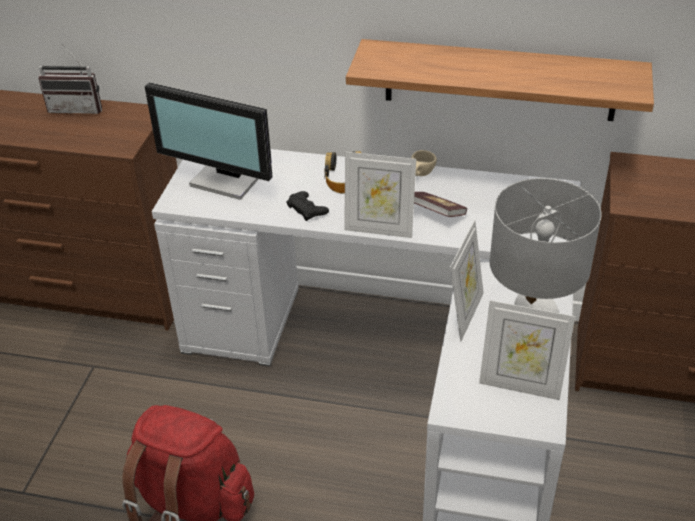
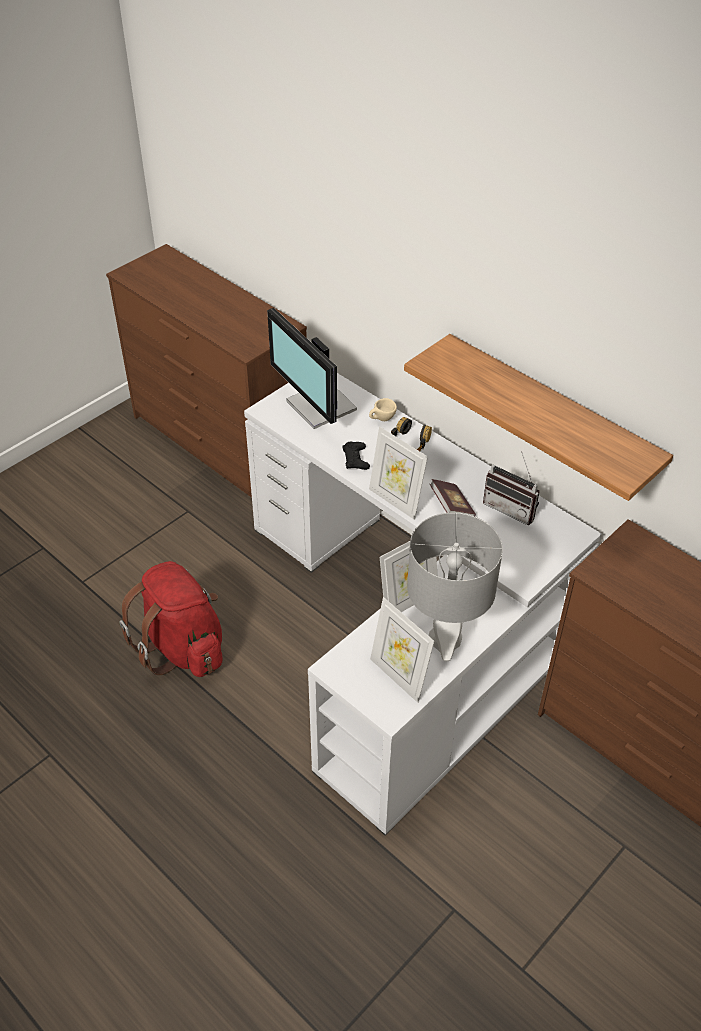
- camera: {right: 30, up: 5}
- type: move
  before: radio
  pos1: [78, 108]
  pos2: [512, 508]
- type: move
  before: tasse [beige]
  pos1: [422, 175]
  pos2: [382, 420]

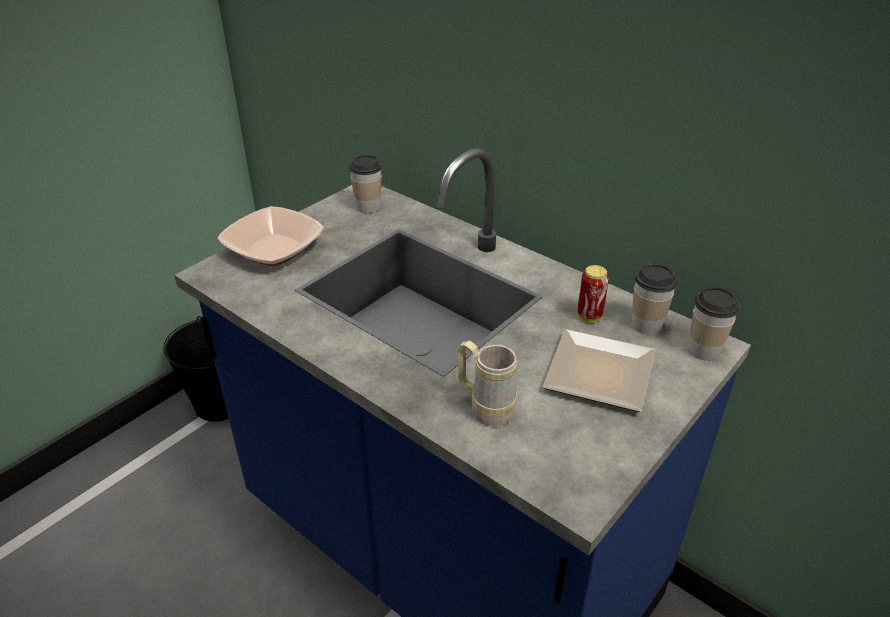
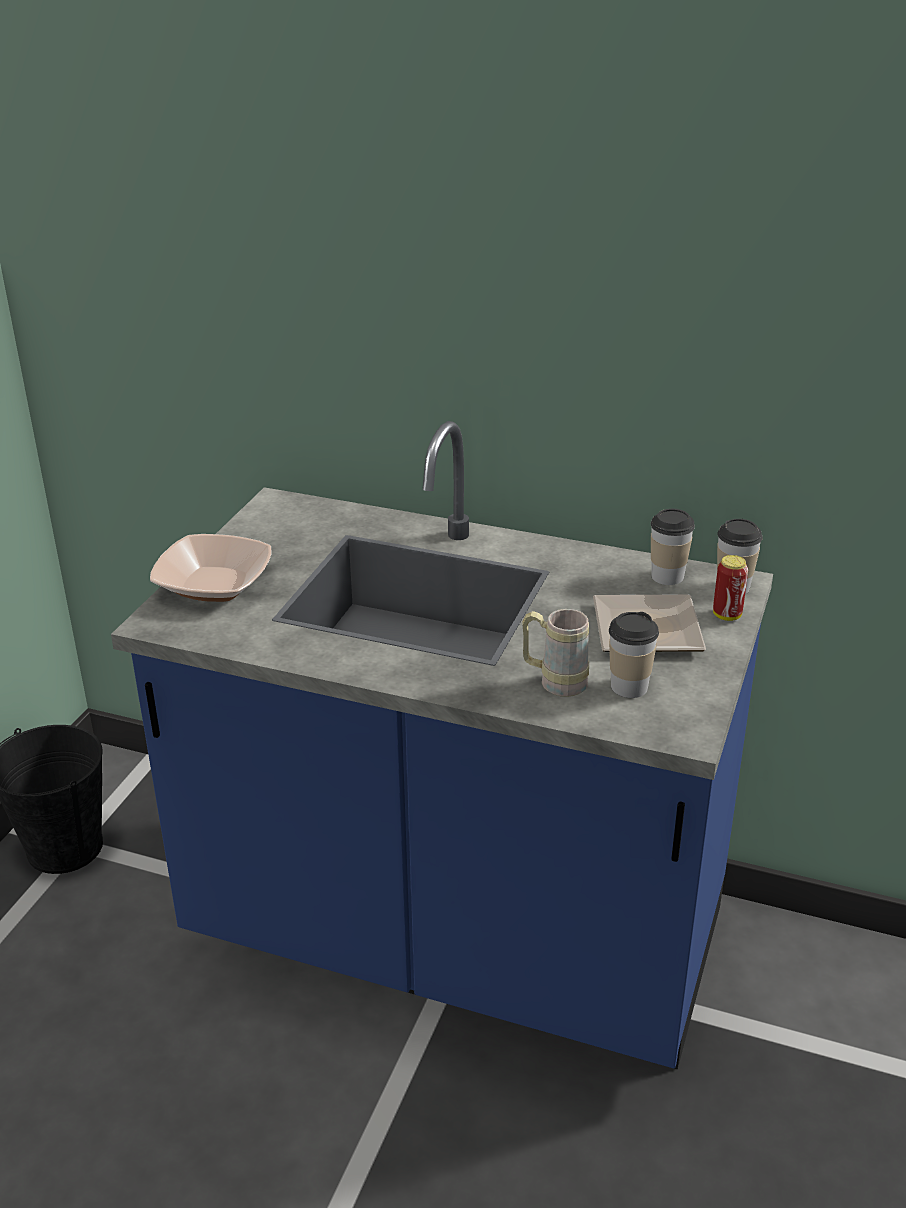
- camera: {right: -20, up: -5}
- type: move
  before: tasse
  pos1: [368, 207]
  pos2: [629, 687]
- type: move
  before: boîte métallique
  pos1: [589, 316]
  pos2: [727, 615]

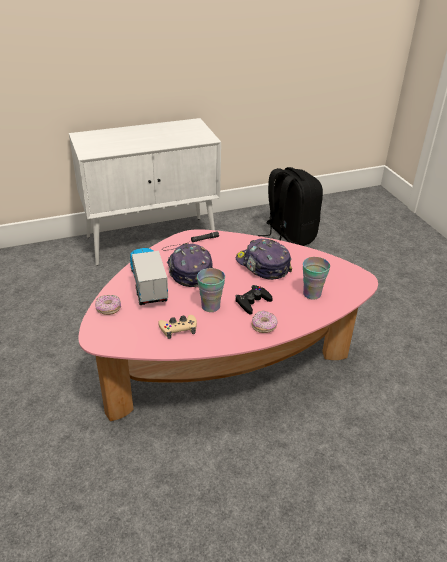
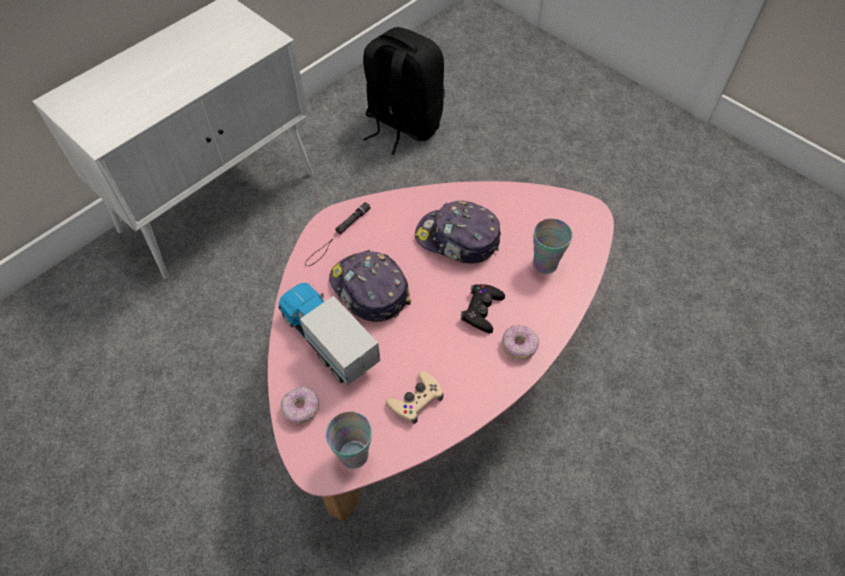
- camera: {right: -25, up: 20}
- type: move
  before: tasse
  pos1: [210, 306]
  pos2: [354, 454]

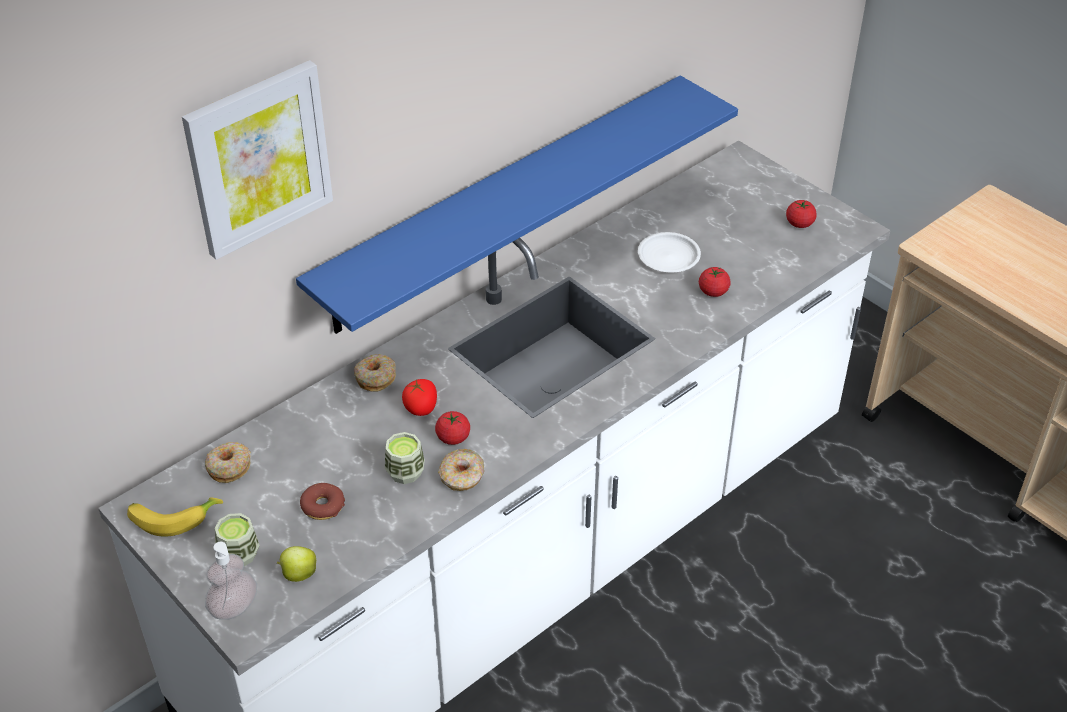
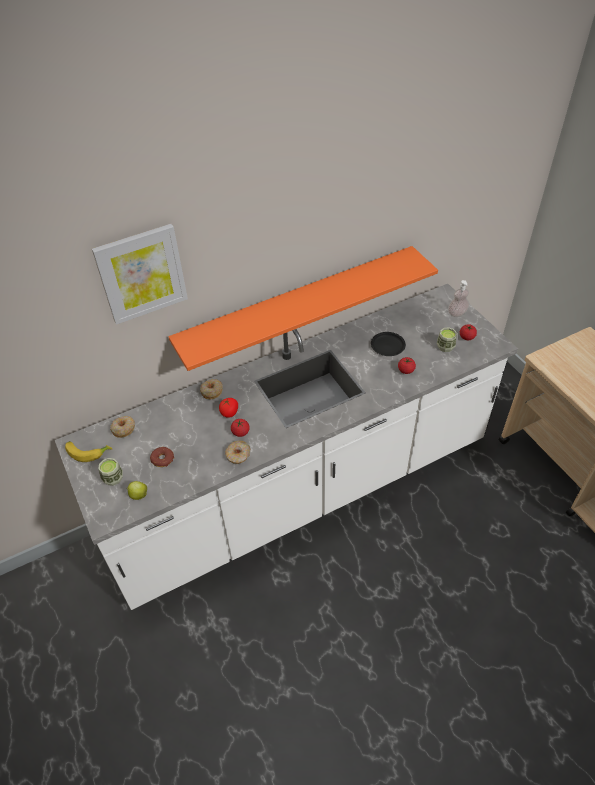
- camera: {right: 15, up: 5}
- type: recolor
  before: étagère [bleu]
  after: étagère [orange]
  pos1: [504, 203]
  pos2: [298, 306]
- type: recolor
  before: assiette [blanc]
  after: assiette [noir]
  pos1: [668, 256]
  pos2: [387, 346]
- type: move
  before: tasse
  pos1: [405, 472]
  pos2: [445, 347]
- type: move
  before: distributeur de savon
  pos1: [234, 607]
  pos2: [457, 313]

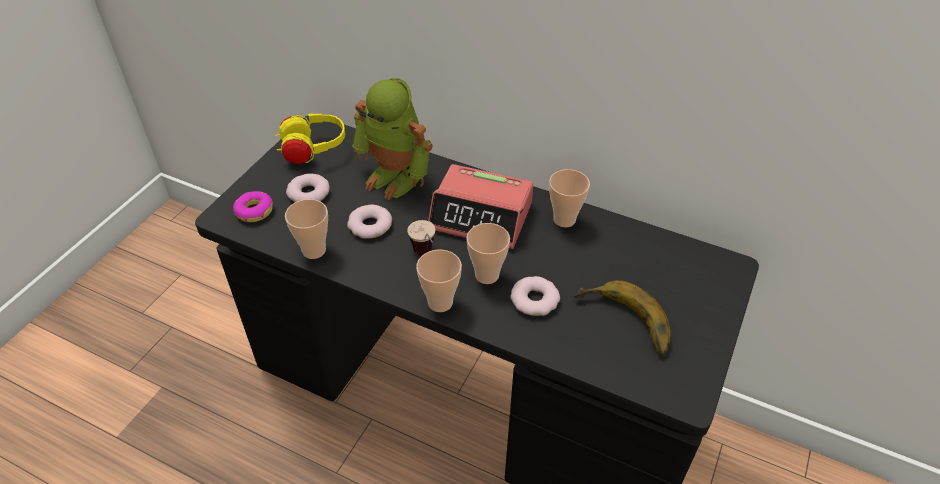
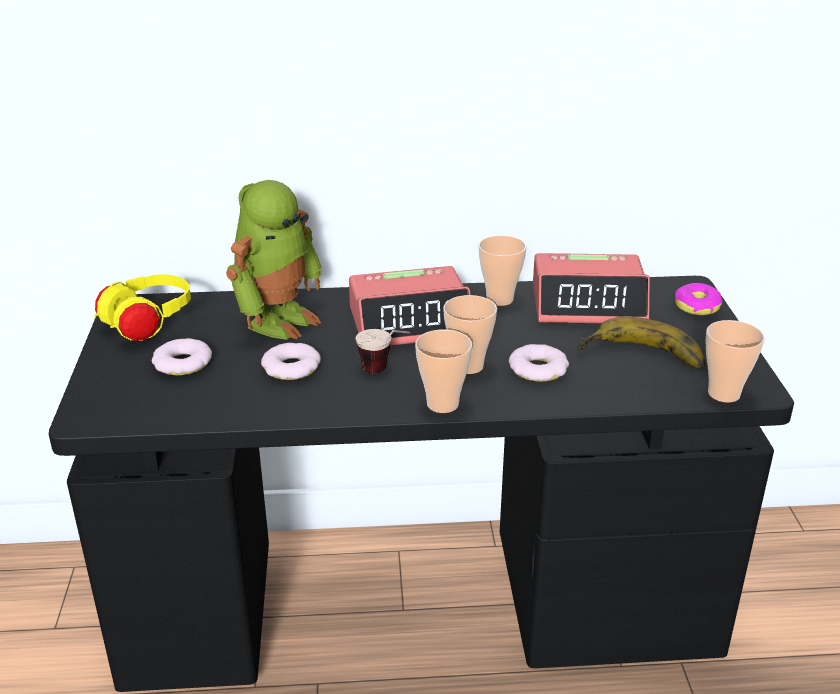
- camera: {right: -30, up: -15}
- type: rotate
  before: robot jouet
  pos1: [396, 178]
  pos2: [278, 319]
  turn: -60
- type: move
  before: beignet
  pos1: [254, 211]
  pos2: [696, 306]
- type: move
  before: tasse
  pos1: [314, 250]
  pos2: [724, 394]
- type: insert
  after: réveil
  pos2: [589, 304]

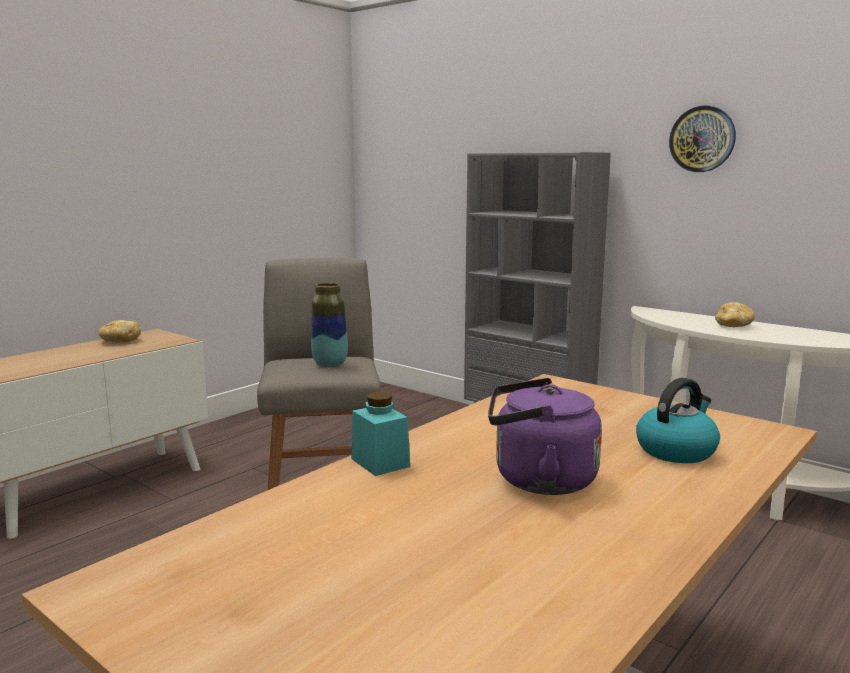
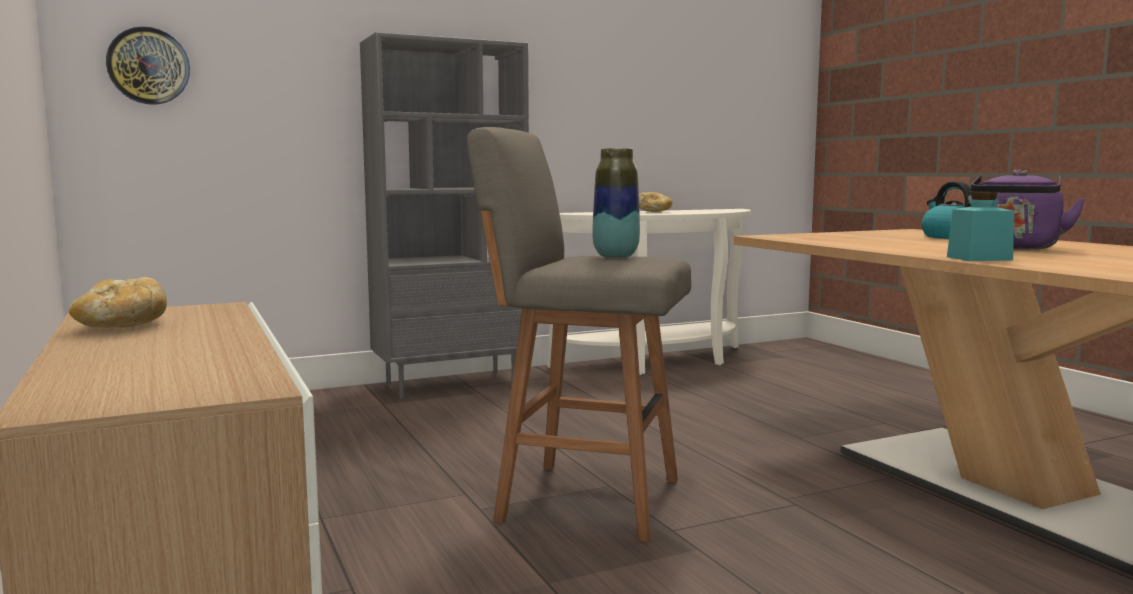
- camera: {right: -65, up: -5}
- type: move
  before: horloge murale
  pos1: [702, 139]
  pos2: [148, 66]

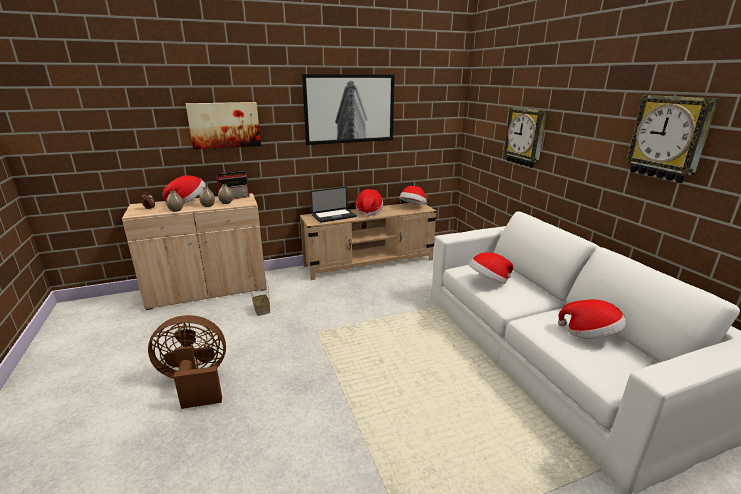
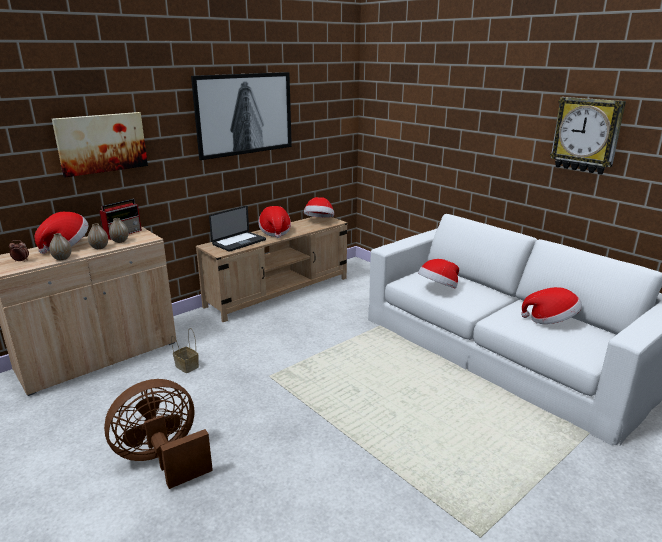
- camera: {right: -20, up: 0}
- type: delete
  before: horloge murale
  pos1: [525, 137]

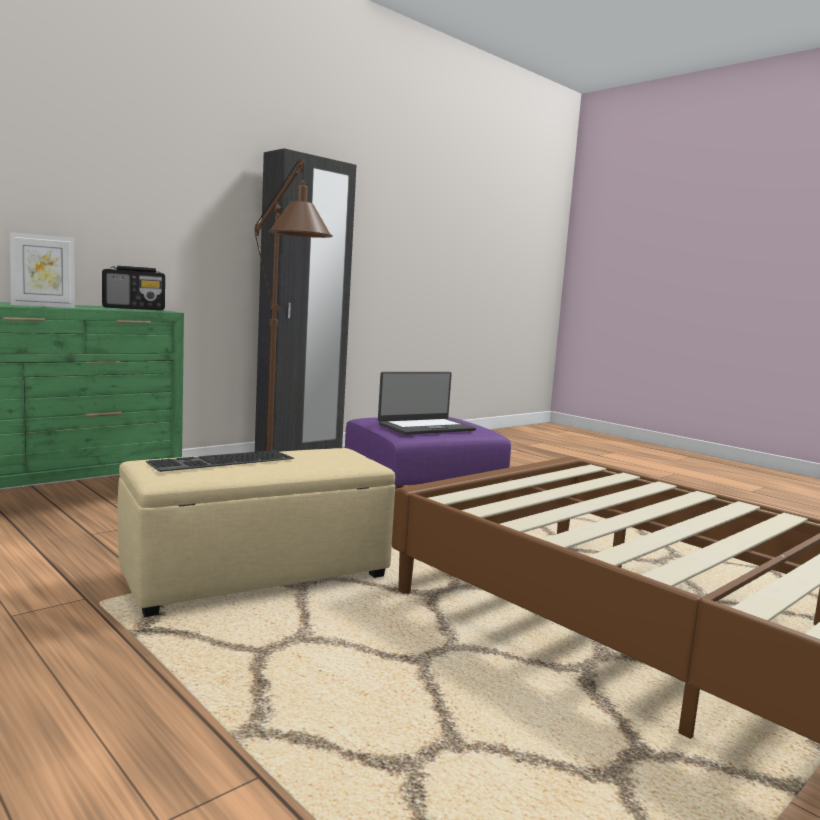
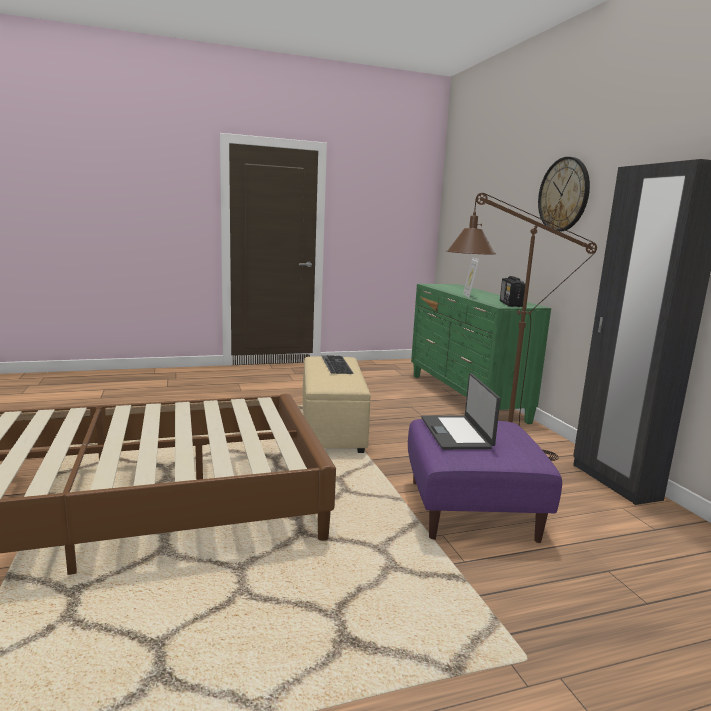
- camera: {right: 115, up: 5}
- type: insert
  after: horloge murale
  pos2: [564, 194]

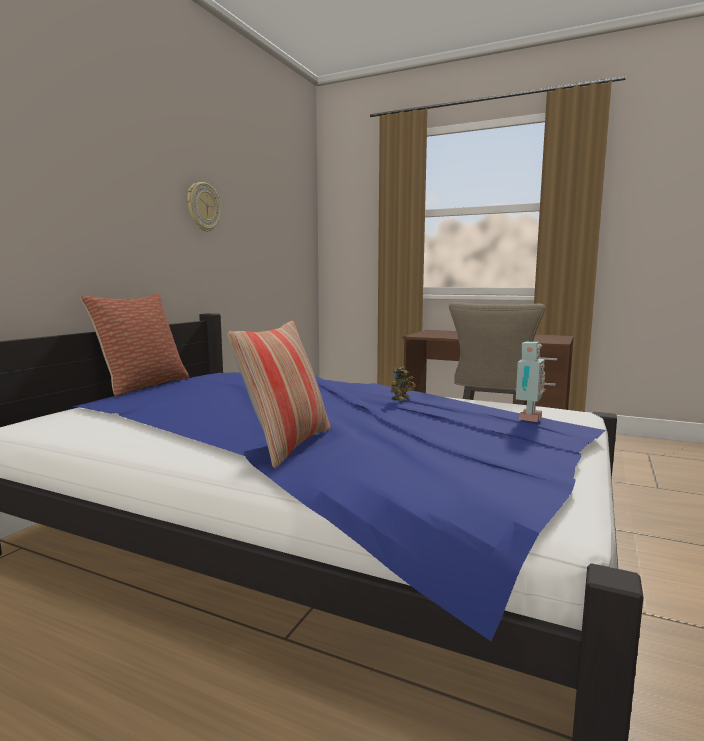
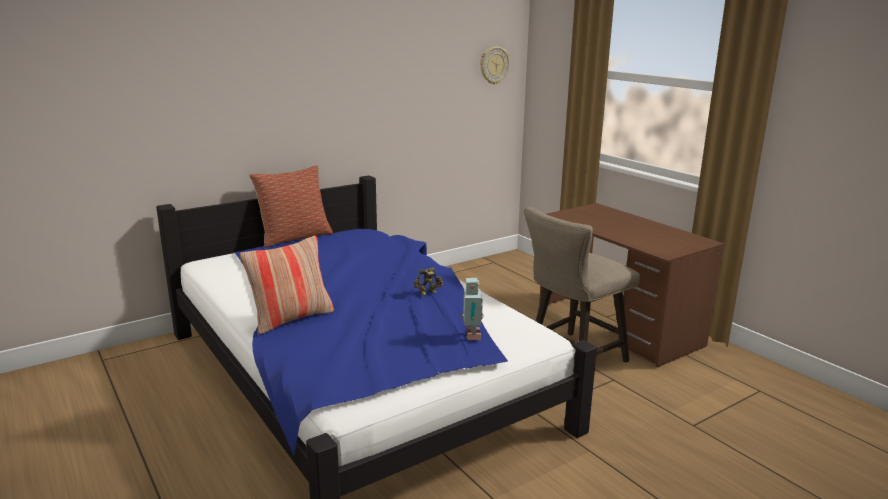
- camera: {right: 30, up: 10}
- type: move
  before: horloge murale
  pos1: [203, 207]
  pos2: [494, 65]
- type: rotate
  before: robot jouet
  pos1: [527, 418]
  pos2: [471, 336]
  turn: -60

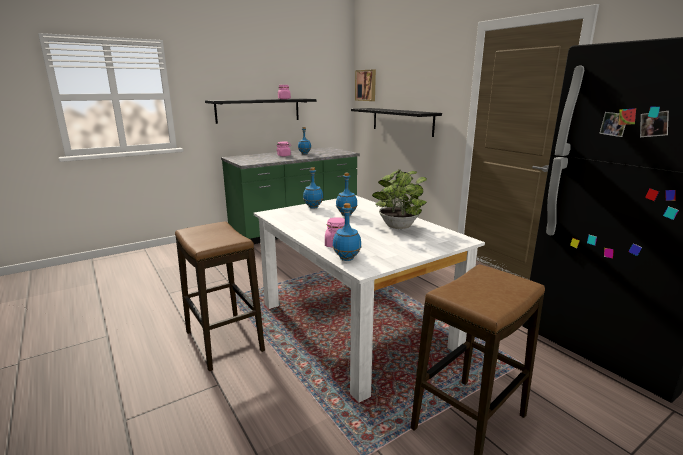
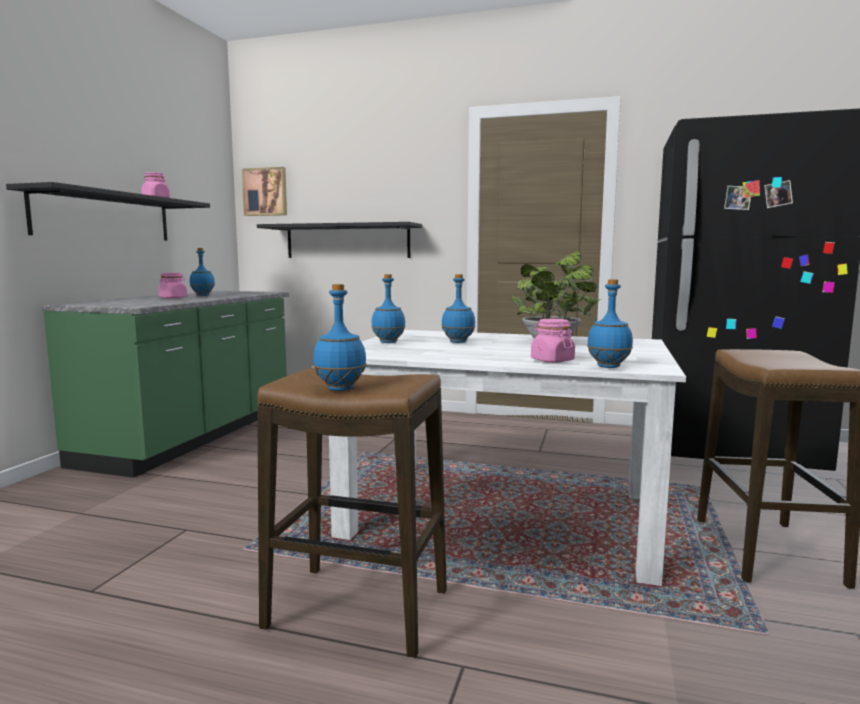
- camera: {right: -40, up: -10}
- type: insert
  after: bouteille [bleu]
  pos2: [341, 389]

